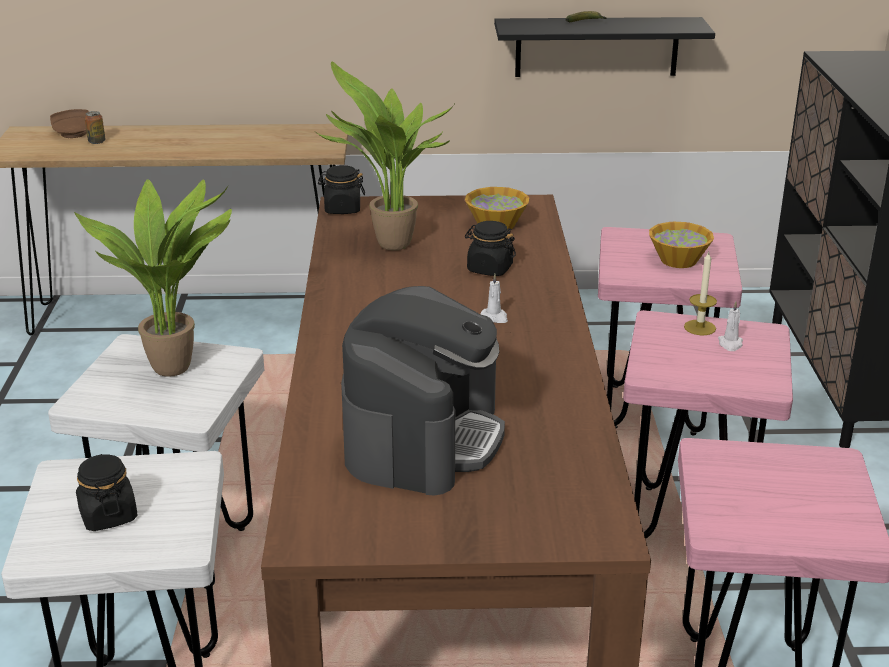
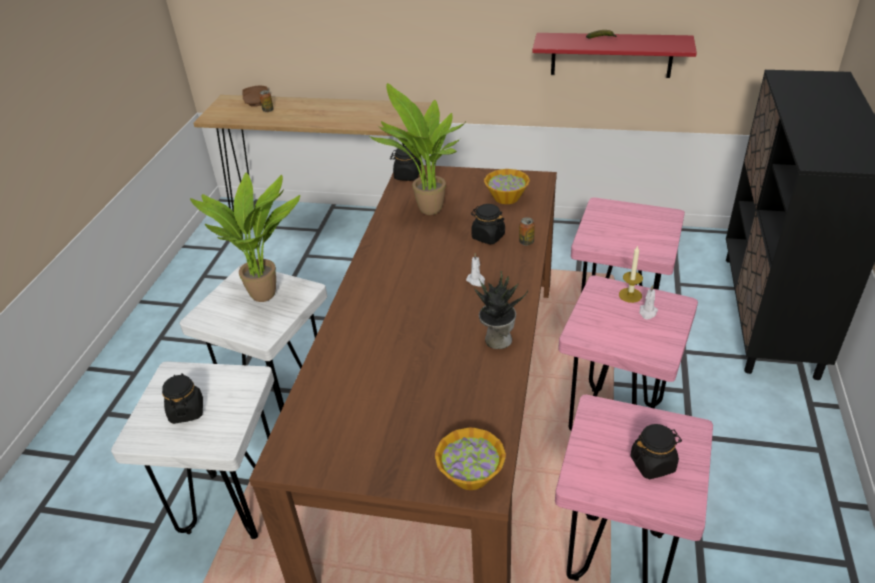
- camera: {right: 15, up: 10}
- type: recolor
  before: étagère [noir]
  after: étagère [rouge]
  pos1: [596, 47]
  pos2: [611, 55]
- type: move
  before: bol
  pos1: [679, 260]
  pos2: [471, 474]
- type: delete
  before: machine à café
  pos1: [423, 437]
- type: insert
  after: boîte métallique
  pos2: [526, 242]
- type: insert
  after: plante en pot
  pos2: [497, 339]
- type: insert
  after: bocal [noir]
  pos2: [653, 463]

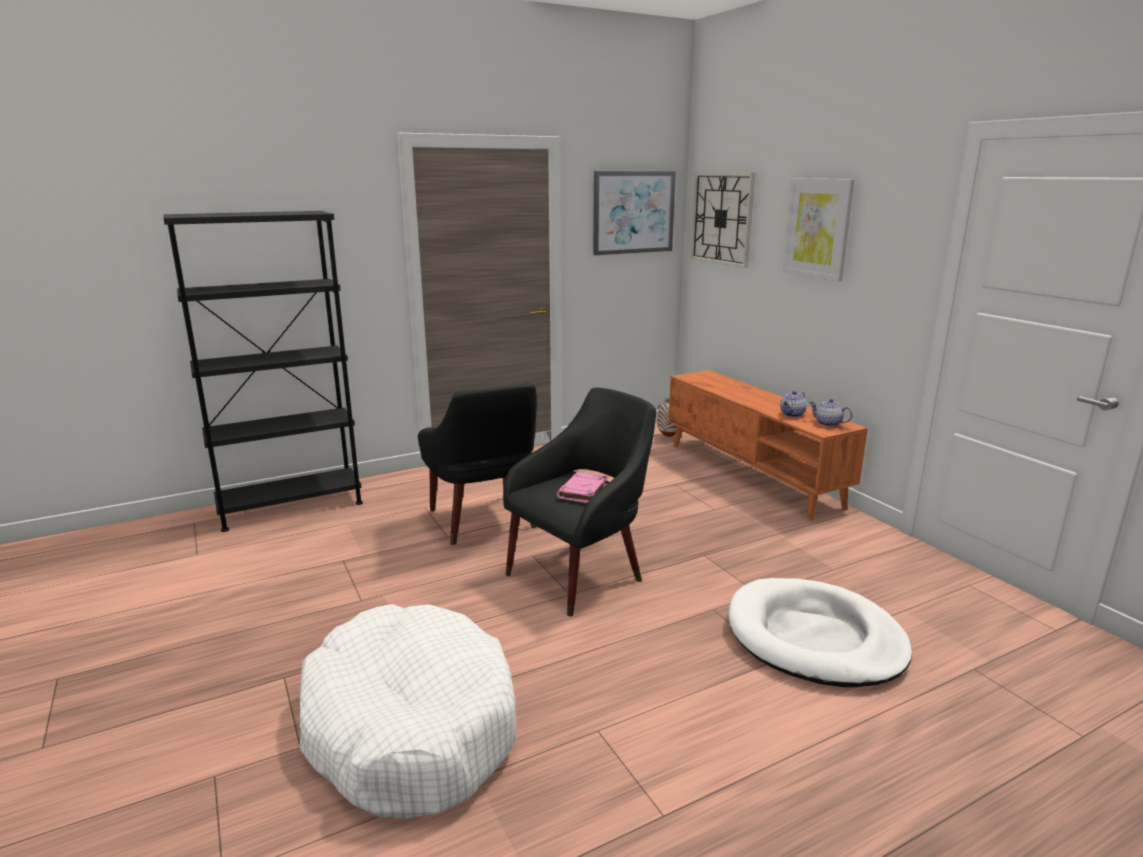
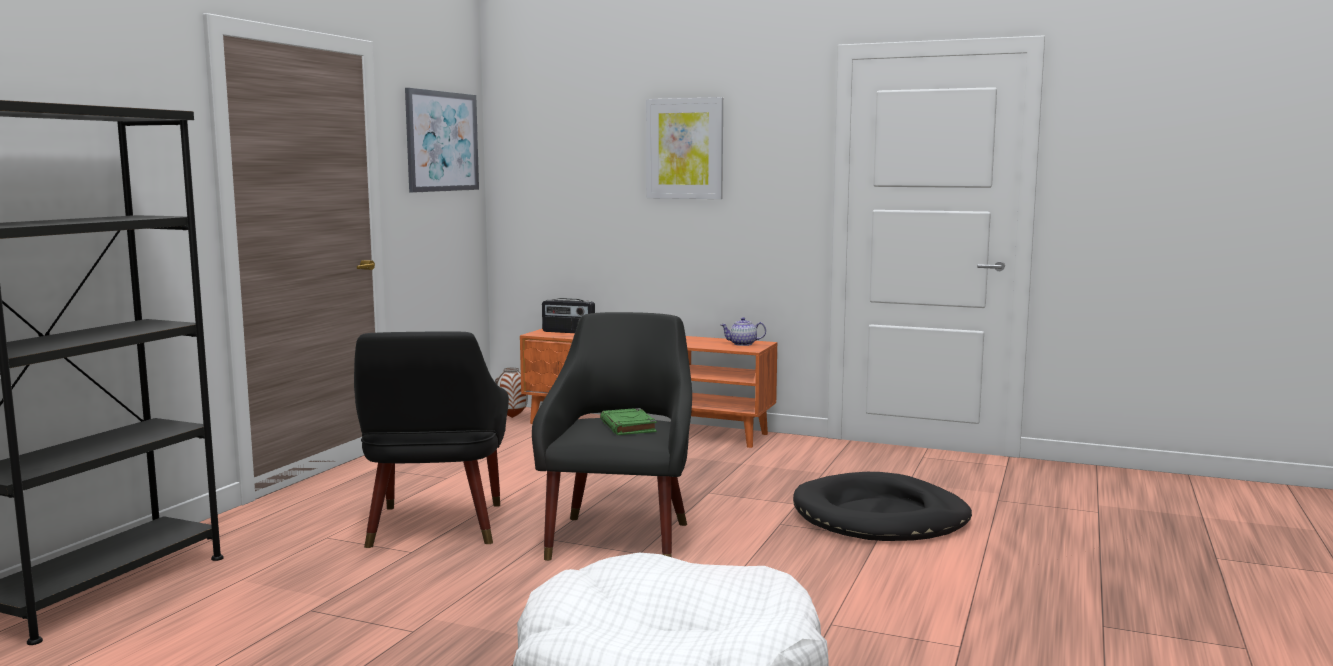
- camera: {right: -40, up: -10}
- type: delete
  before: horloge murale
  pos1: [722, 218]
- type: rotate
  before: fauteuil [noir]
  pos1: [484, 522]
  pos2: [434, 529]
  turn: 60
- type: delete
  before: théière
  pos1: [792, 414]
- type: recolor
  before: livre [rose]
  after: livre [vert]
  pos1: [583, 492]
  pos2: [628, 427]
- type: recolor
  before: panier pour chien [blanc]
  after: panier pour chien [noir]
  pos1: [814, 638]
  pos2: [880, 516]
- type: insert
  after: radio
  pos2: [568, 332]

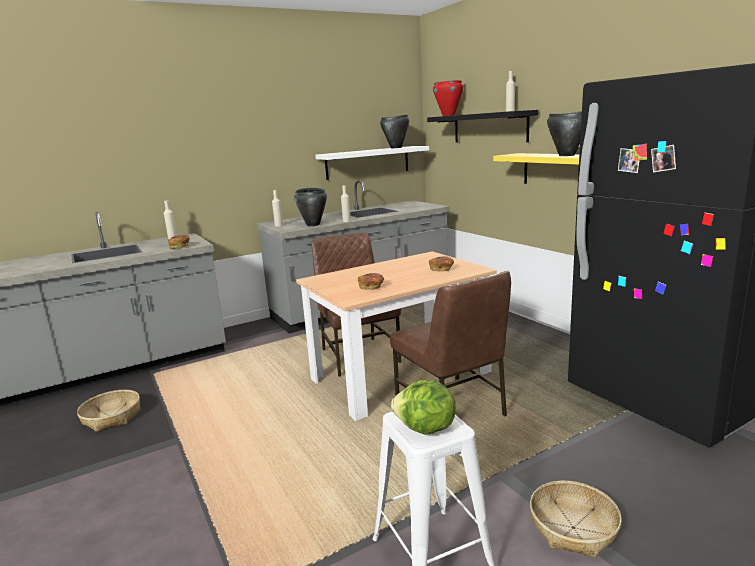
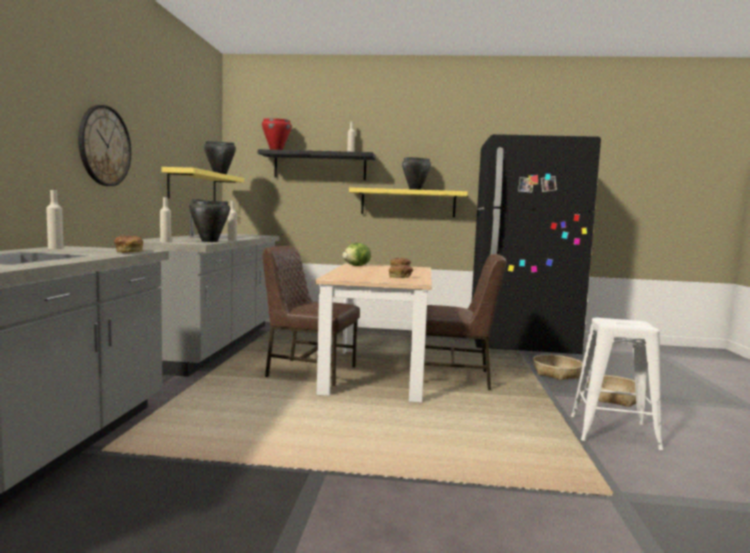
- camera: {right: -55, up: -10}
- type: recolor
  before: étagère [blanc]
  after: étagère [jaune]
  pos1: [368, 162]
  pos2: [193, 186]
- type: move
  before: laitue
  pos1: [425, 429]
  pos2: [357, 266]
- type: move
  before: panier
  pos1: [112, 417]
  pos2: [556, 373]
- type: insert
  after: horloge murale
  pos2: [104, 146]

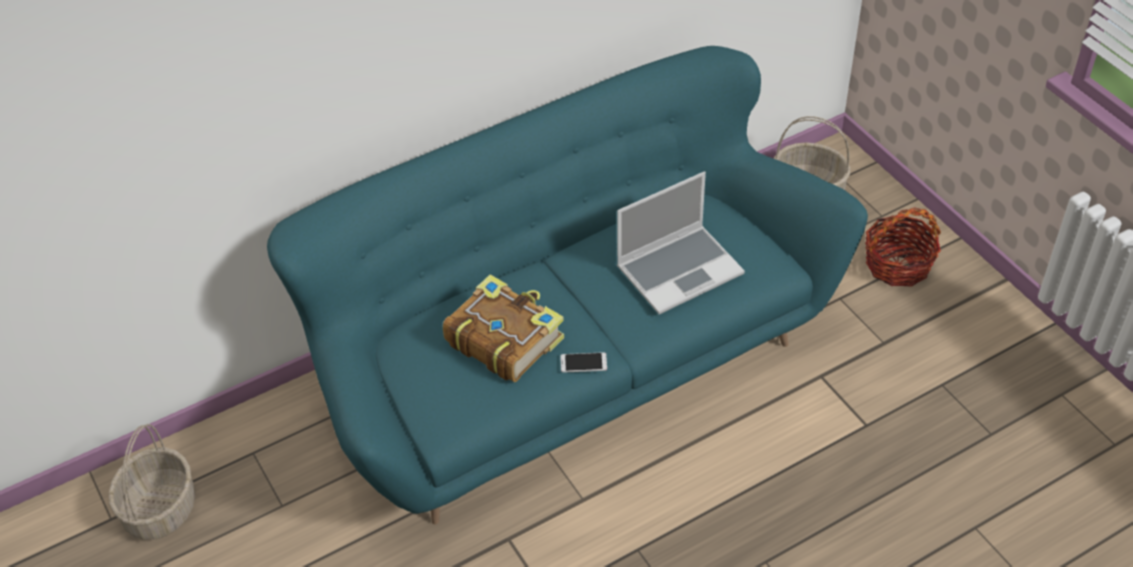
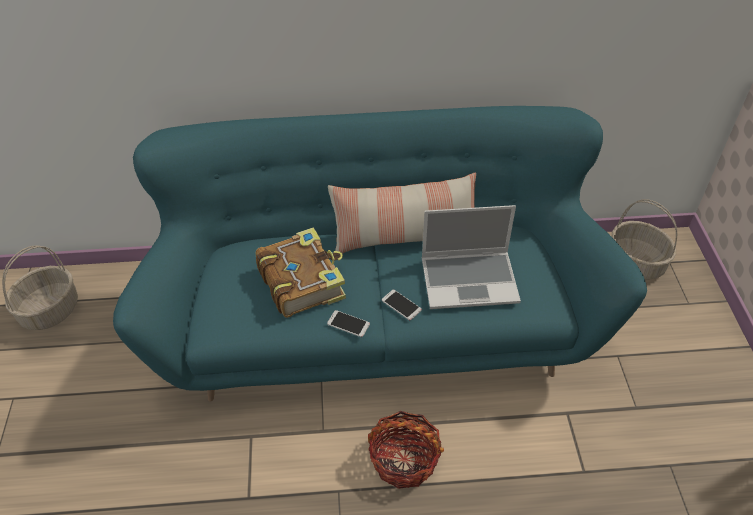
- camera: {right: 25, up: 0}
- type: move
  before: panier
  pos1: [897, 265]
  pos2: [404, 460]
- type: insert
  after: coussin
  pos2: [404, 237]
- type: insert
  after: téléphone
  pos2: [401, 305]

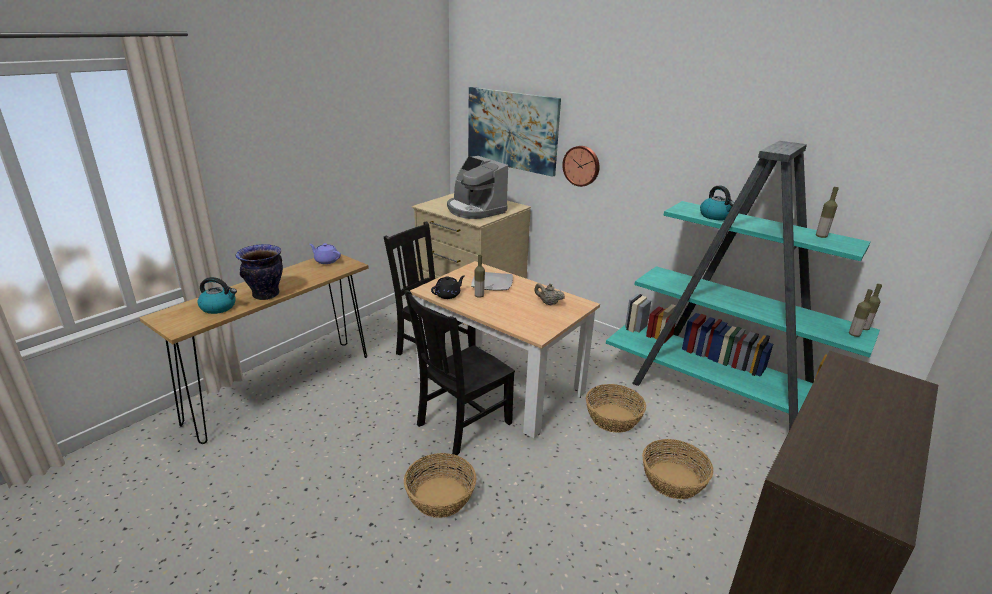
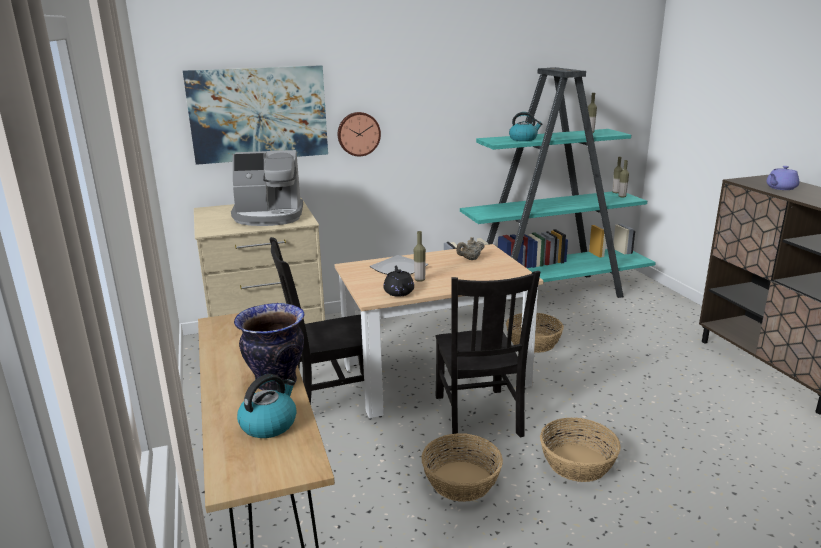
- camera: {right: -55, up: -5}
- type: move
  before: théière [violet]
  pos1: [326, 261]
  pos2: [780, 188]
- type: move
  before: panier
  pos1: [673, 480]
  pos2: [462, 481]

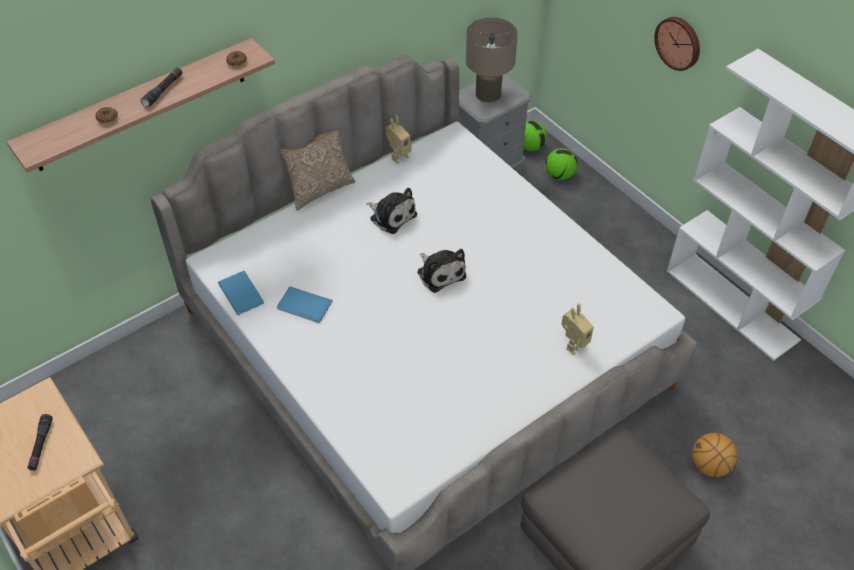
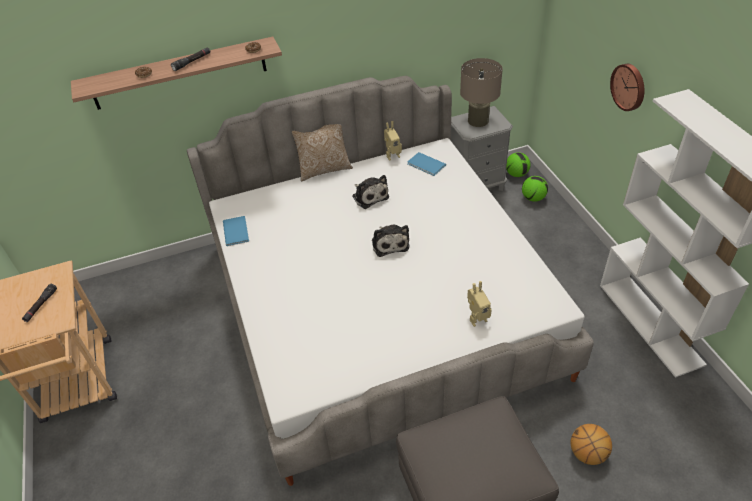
- camera: {right: 20, up: -5}
- type: move
  before: livre [bleu]
  pos1: [305, 306]
  pos2: [426, 165]

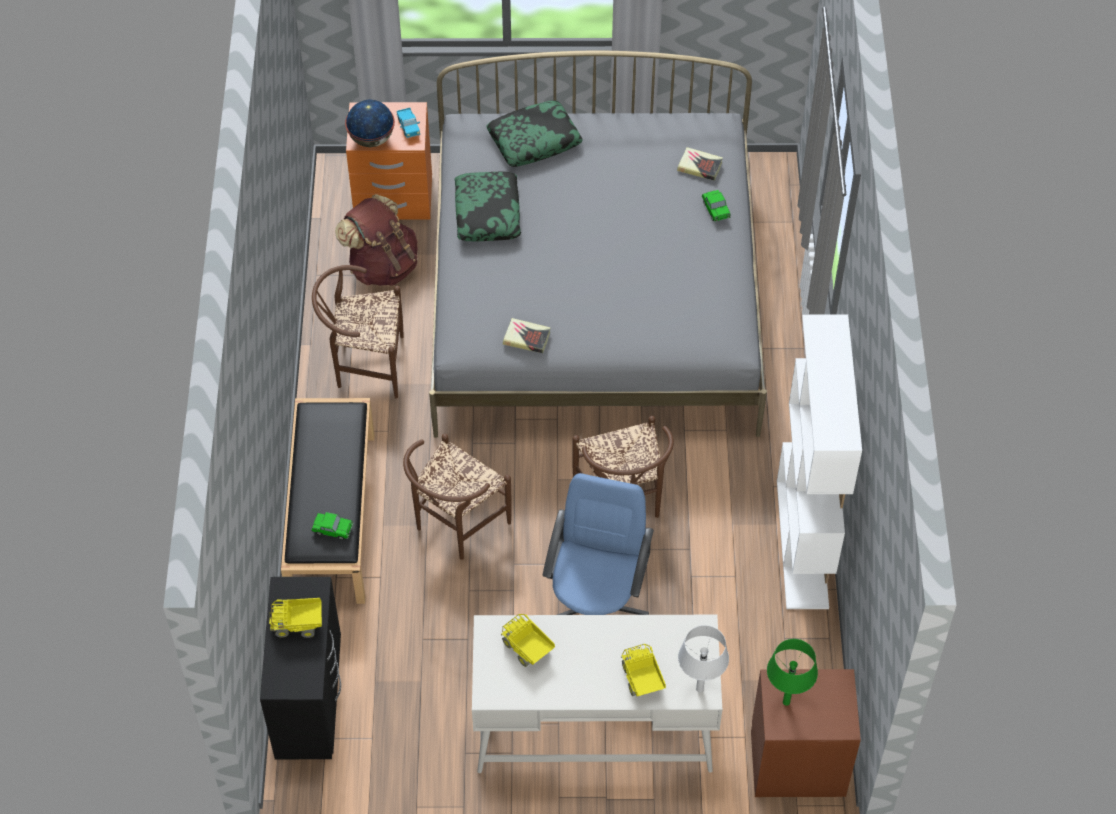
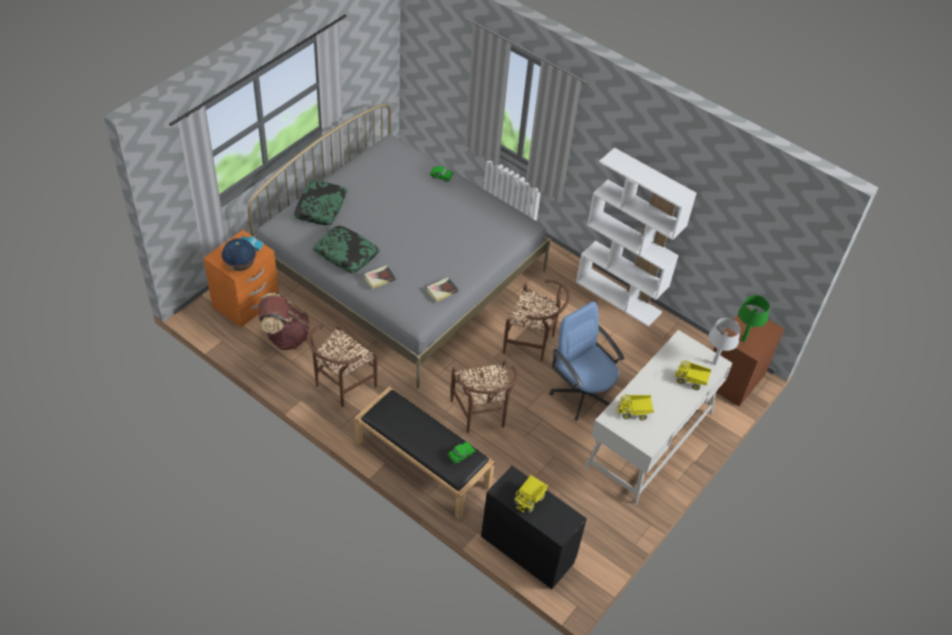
- camera: {right: -55, up: -5}
- type: move
  before: livre
  pos1: [699, 166]
  pos2: [379, 278]

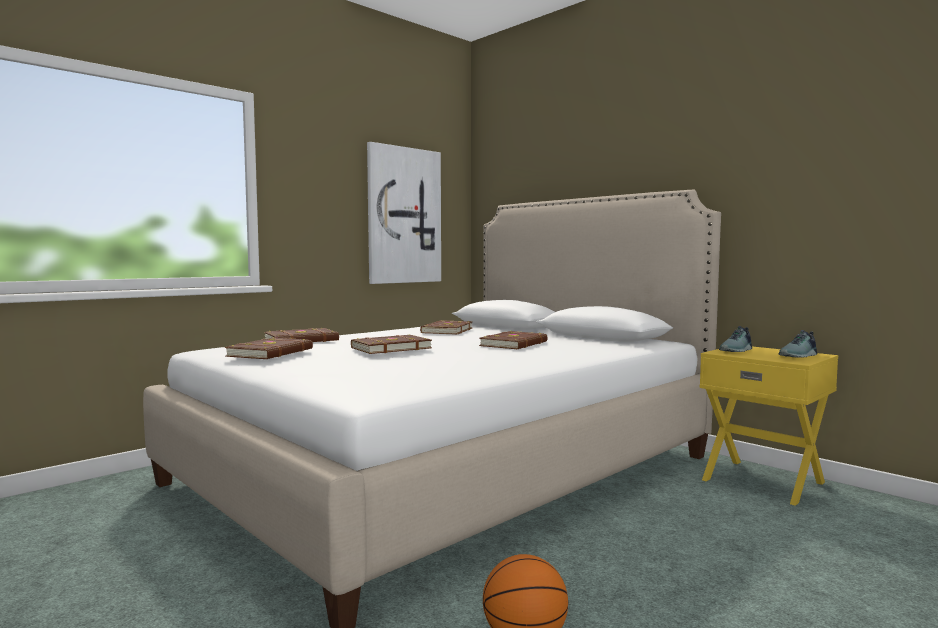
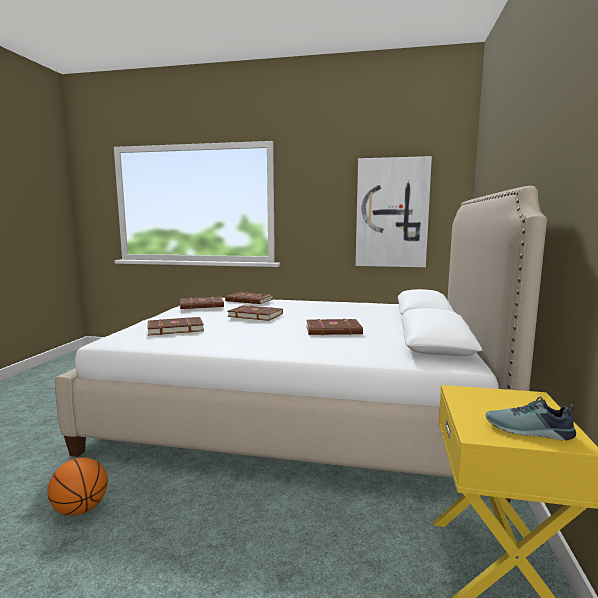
- camera: {right: 55, up: 5}
- type: move
  before: livre [marron]
  pos1: [446, 331]
  pos2: [175, 328]
- type: delete
  before: chaussure
  pos1: [737, 350]

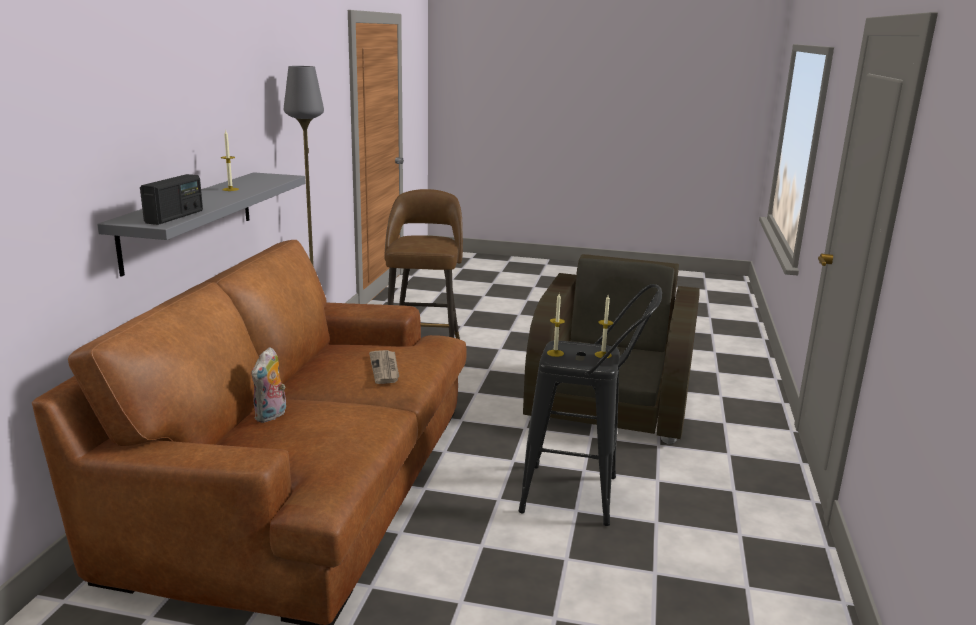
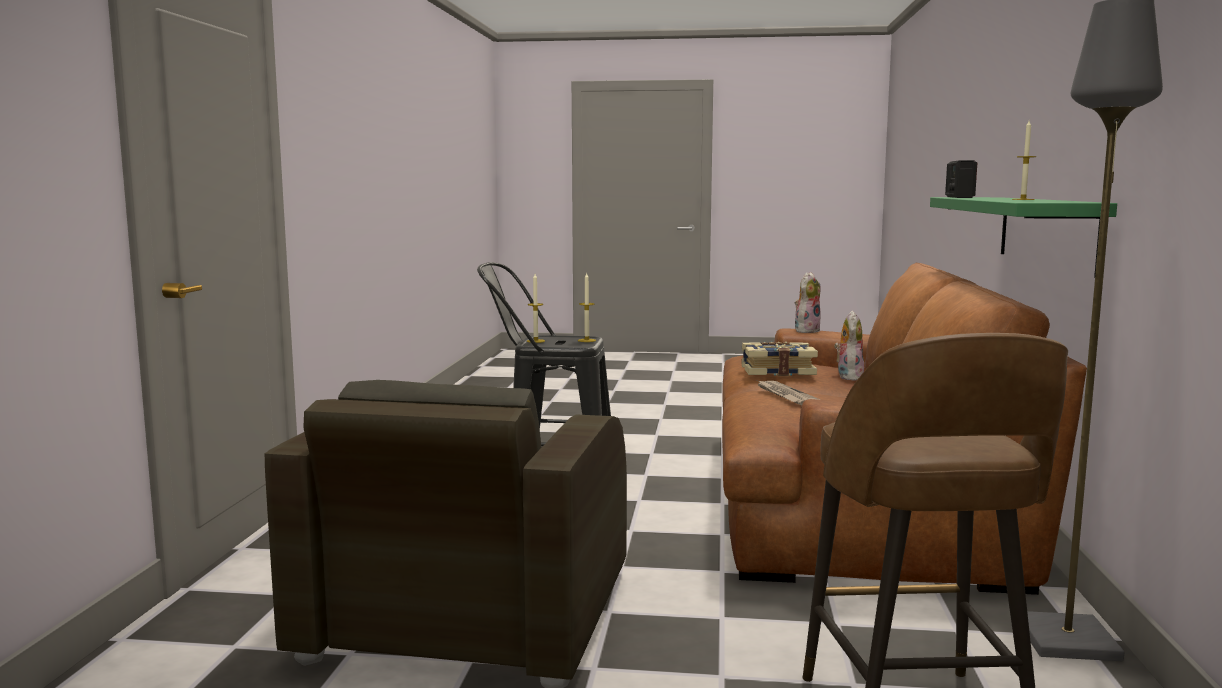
- camera: {right: 175, up: -10}
- type: recolor
  before: étagère [gris]
  after: étagère [vert]
  pos1: [189, 219]
  pos2: [1046, 232]
- type: insert
  after: peluche
  pos2: [806, 331]
- type: insert
  after: livre
  pos2: [777, 371]

